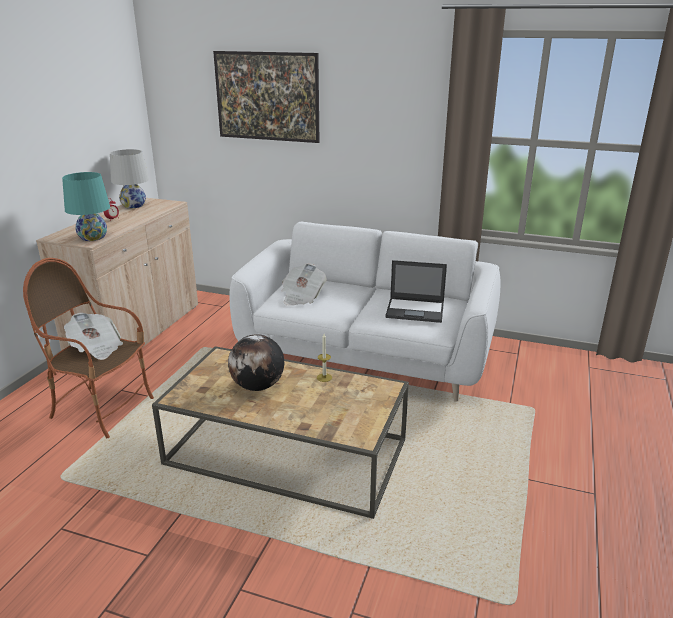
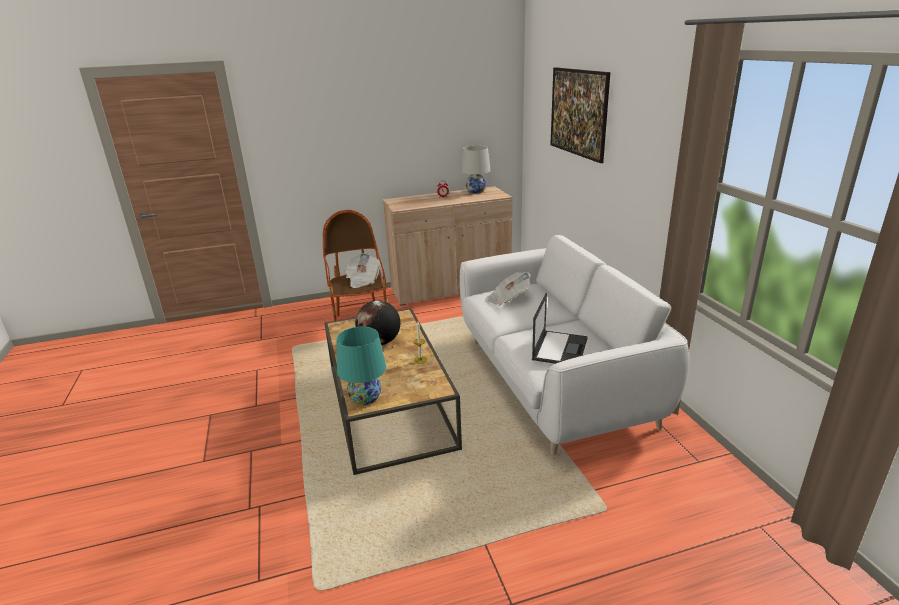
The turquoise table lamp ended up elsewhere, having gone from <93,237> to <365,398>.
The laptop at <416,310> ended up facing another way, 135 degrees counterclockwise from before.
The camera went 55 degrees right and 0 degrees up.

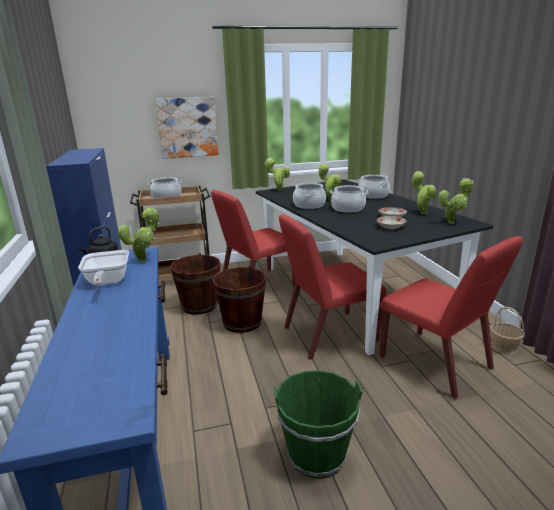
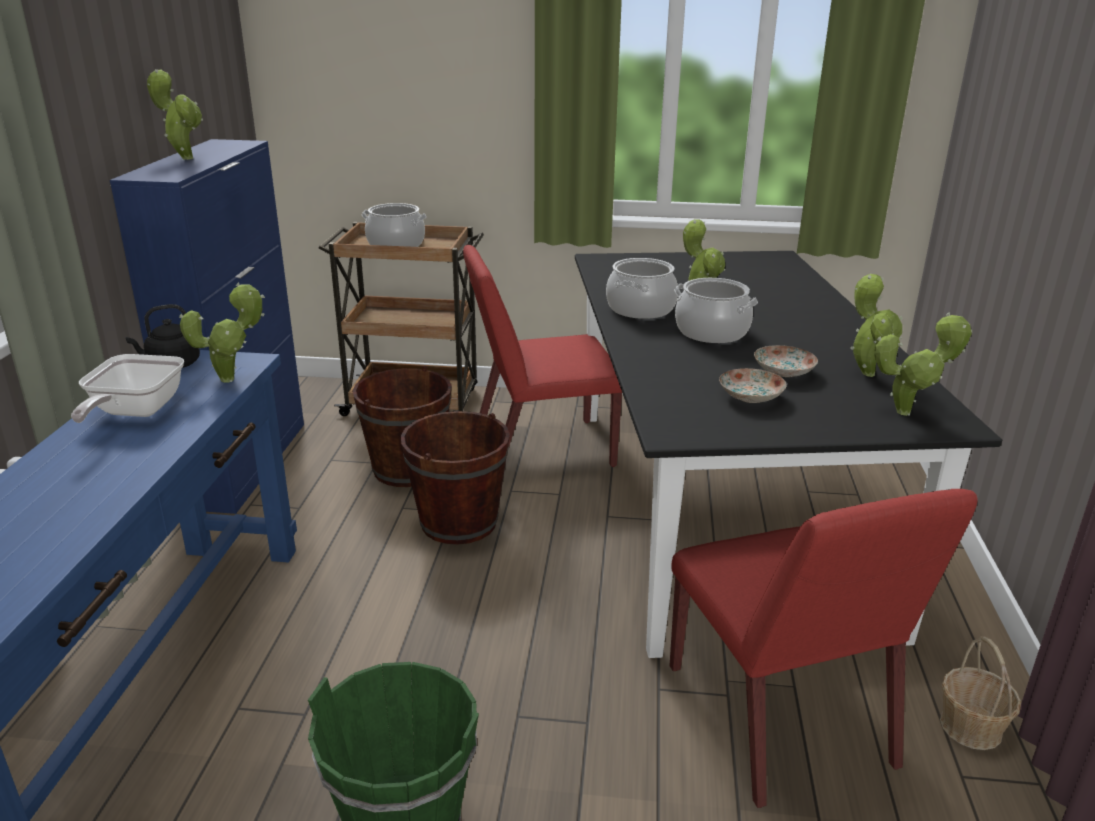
The second view lost the picture at <187,127>.
The second view lost the red chair at <328,334>.
The second view lost the cooking pot at <373,195>.
The potted plant ended up elsewhere, having gone from <278,190> to <185,158>.
The camera went 20 degrees right and 5 degrees up.

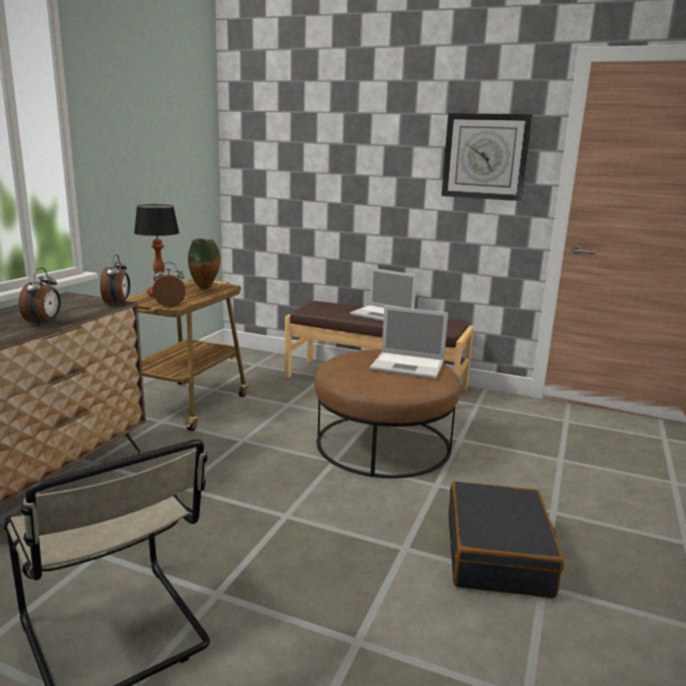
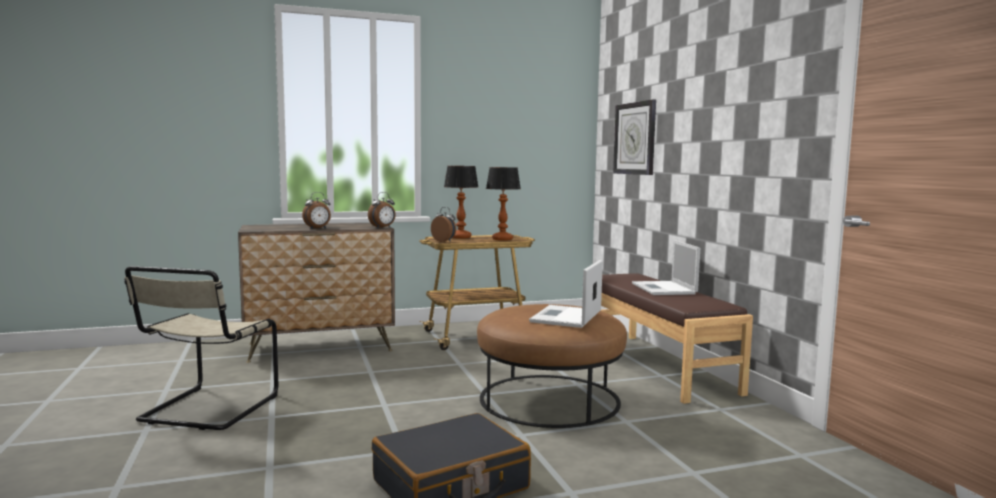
The wall clock ended up elsewhere, having gone from <485,156> to <635,138>.
Where the vase stood at <205,289>, the table lamp came to stand at <503,239>.
The laptop at <409,366> ended up facing another way, 45 degrees clockwise from before.
The camera went 50 degrees right and 10 degrees down.

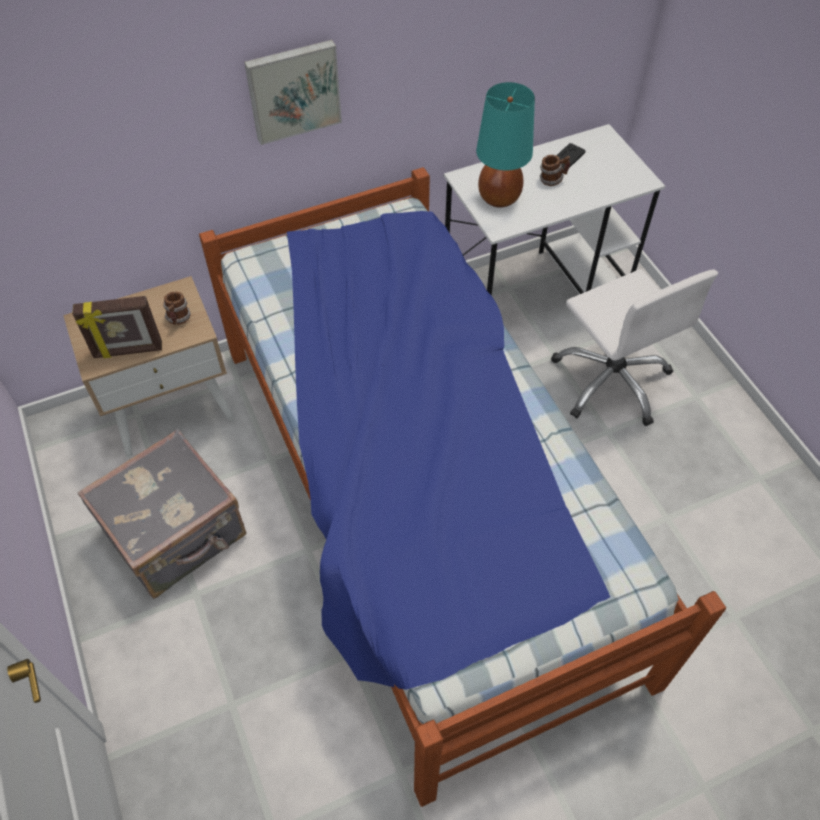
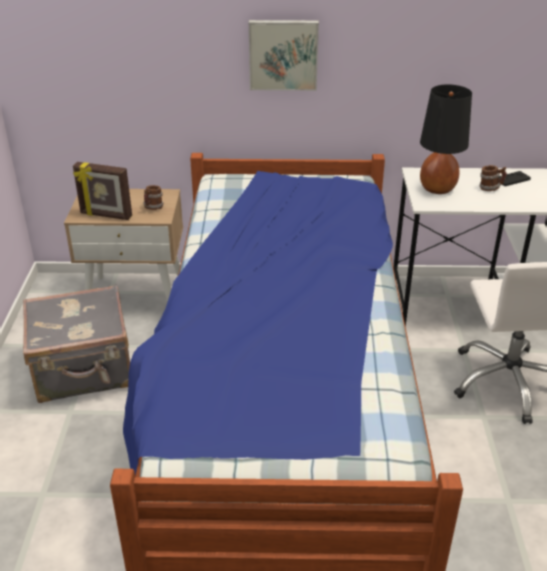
What was the turquoise table lamp at <498,198> turned into the black table lamp at <437,189>.
The camera went 25 degrees right and 20 degrees down.

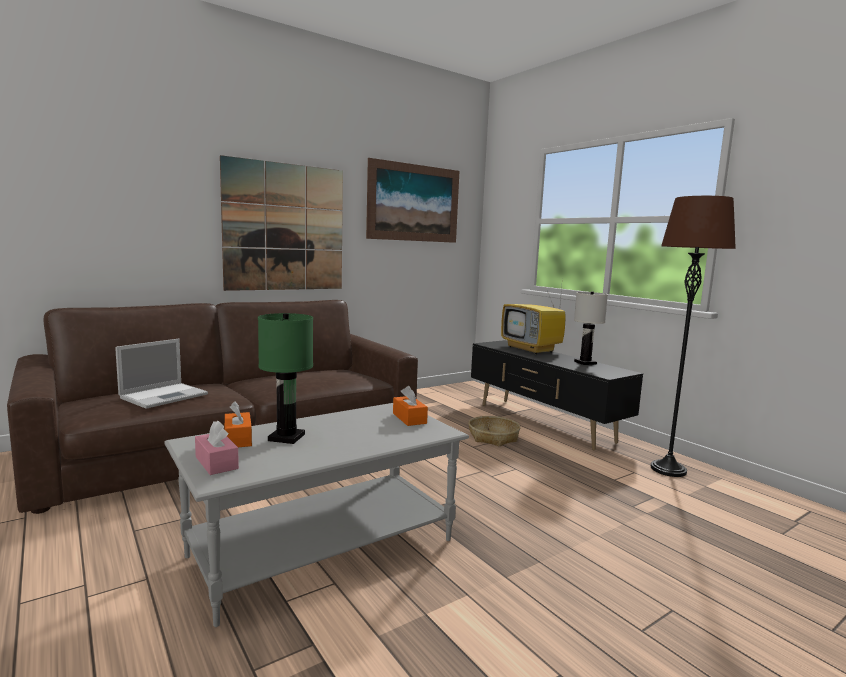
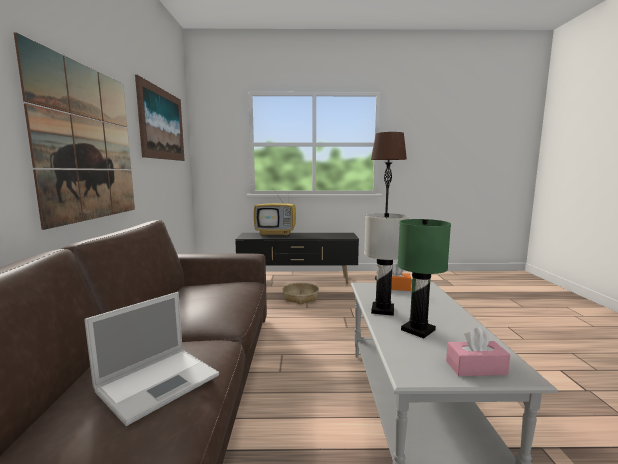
The second view lost the orange tissue box at <238,439>.
The white table lamp ended up elsewhere, having gone from <585,363> to <383,310>.
The laptop at <165,395> ended up facing another way, 60 degrees clockwise from before.
The camera went 55 degrees left and 0 degrees up.

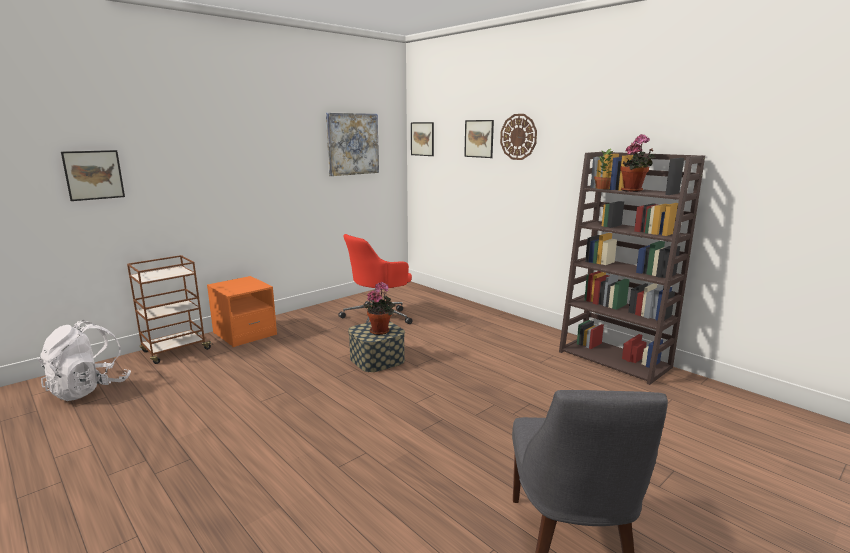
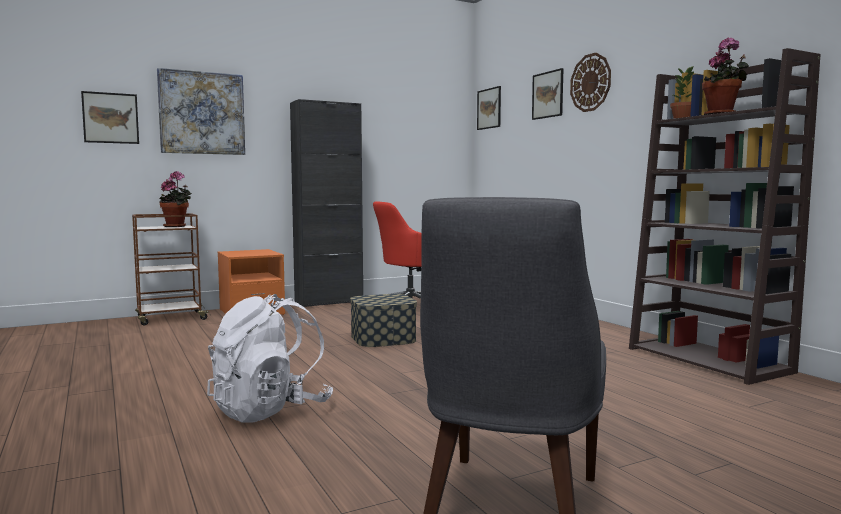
The second view gained the black cabinet at <329,302>.
The white backpack ended up elsewhere, having gone from <89,389> to <270,410>.
The picture ended up elsewhere, having gone from <352,144> to <202,113>.
The potted plant ended up elsewhere, having gone from <381,331> to <177,226>.
The camera went 15 degrees right and 10 degrees down.

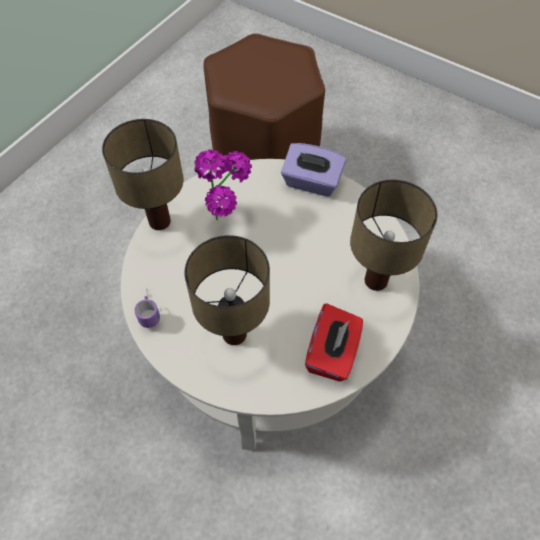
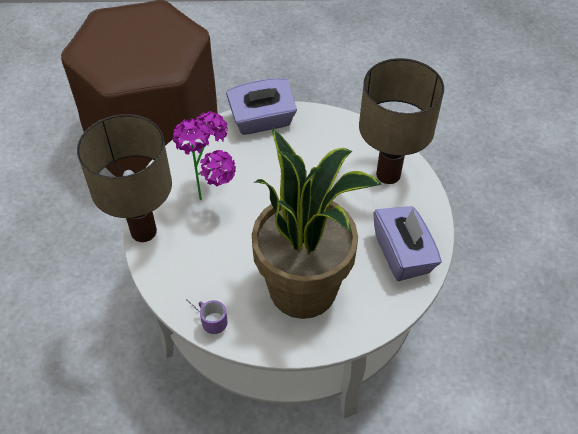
Where the table lamp stood at <234,333>, the potted plant came to stand at <304,288>.
What was the red tissue box at <332,353> turned into the purple tissue box at <403,255>.
The camera went 35 degrees left and 5 degrees down.

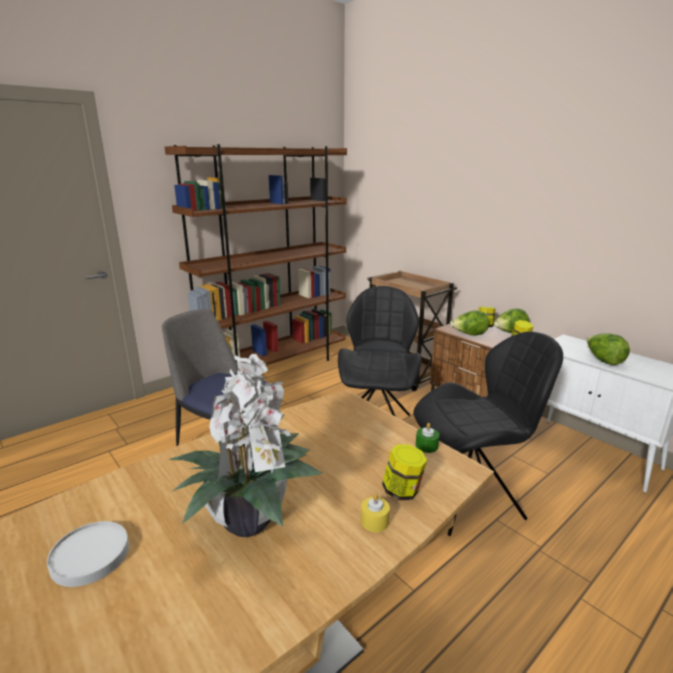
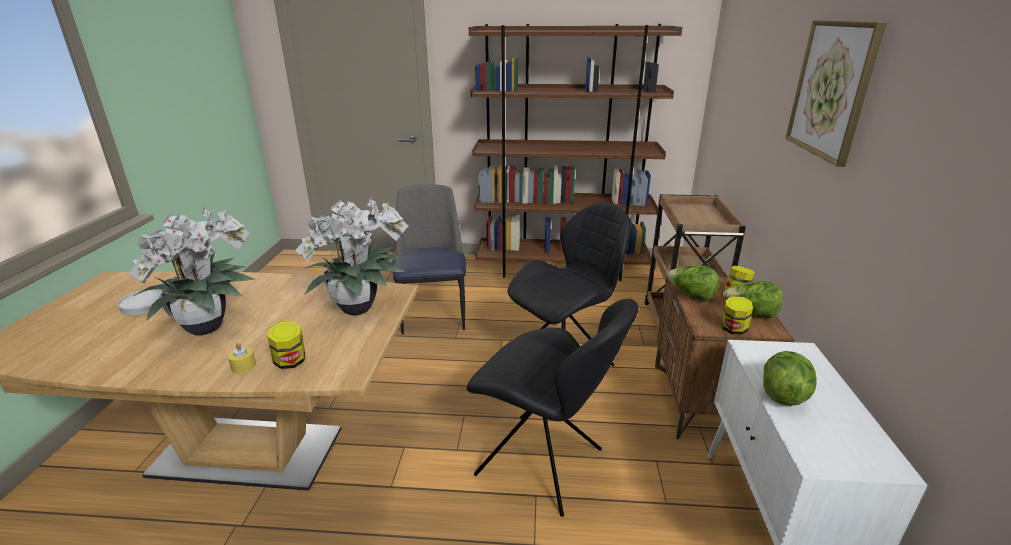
The second view lost the green candle at <426,446>.
The second view gained the potted plant at <361,308>.
The second view gained the picture at <831,89>.
The camera went 45 degrees right and 5 degrees up.

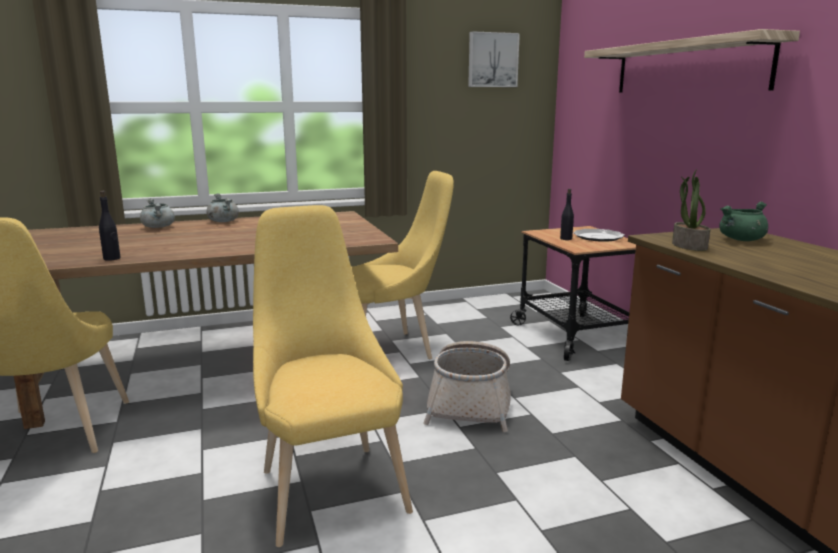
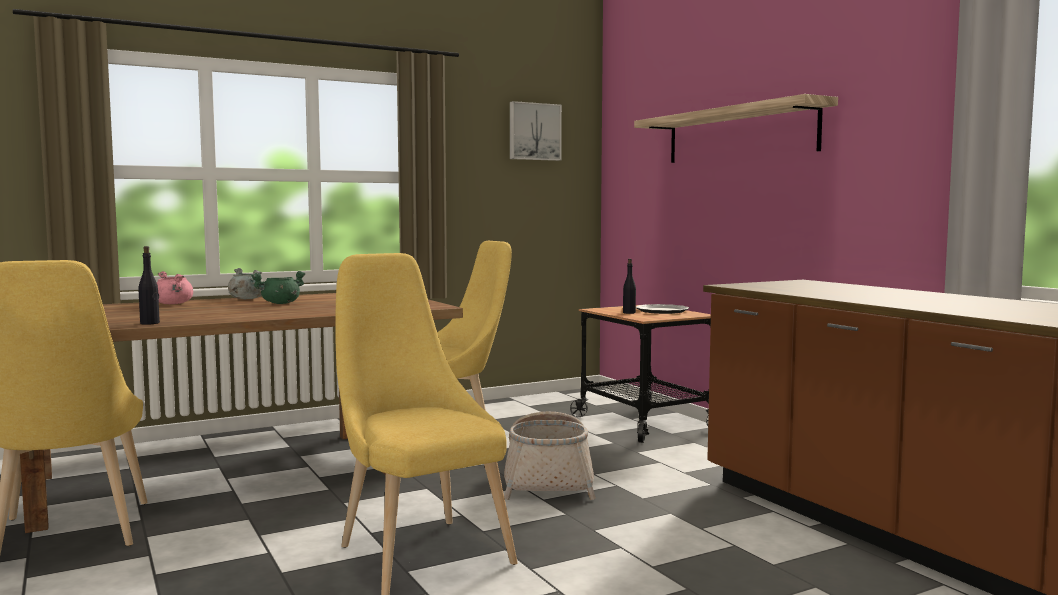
The second view lost the potted plant at <688,246>.
The green cooking pot ended up elsewhere, having gone from <741,240> to <280,303>.
What was the grey cooking pot at <158,227> turned into the pink cooking pot at <174,304>.
The camera went 10 degrees left and 10 degrees down.

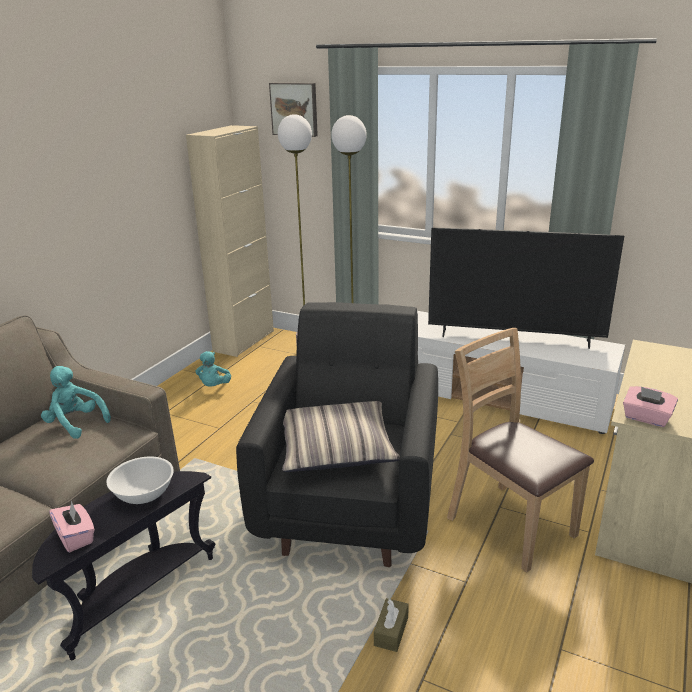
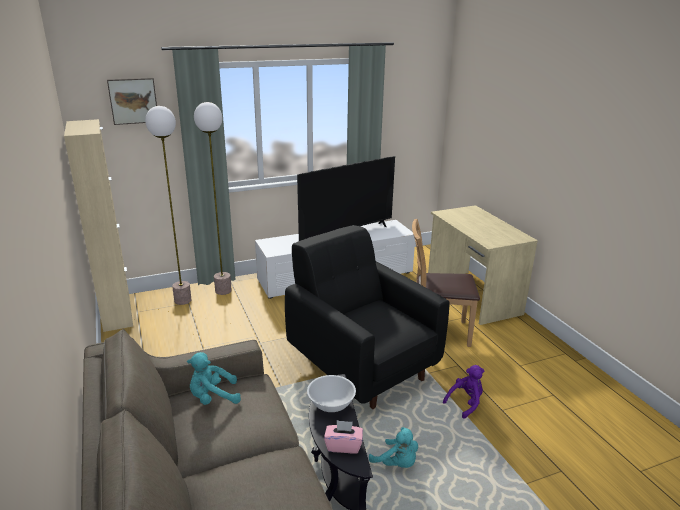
The second view lost the pillow at <336,448>.
The second view lost the pink tissue box at <646,418>.
The turquoise plush toy ended up elsewhere, having gone from <214,386> to <397,463>.
Where the brown tissue box stood at <391,631>, the purple plush toy came to stand at <465,403>.
The camera went 50 degrees left and 0 degrees up.

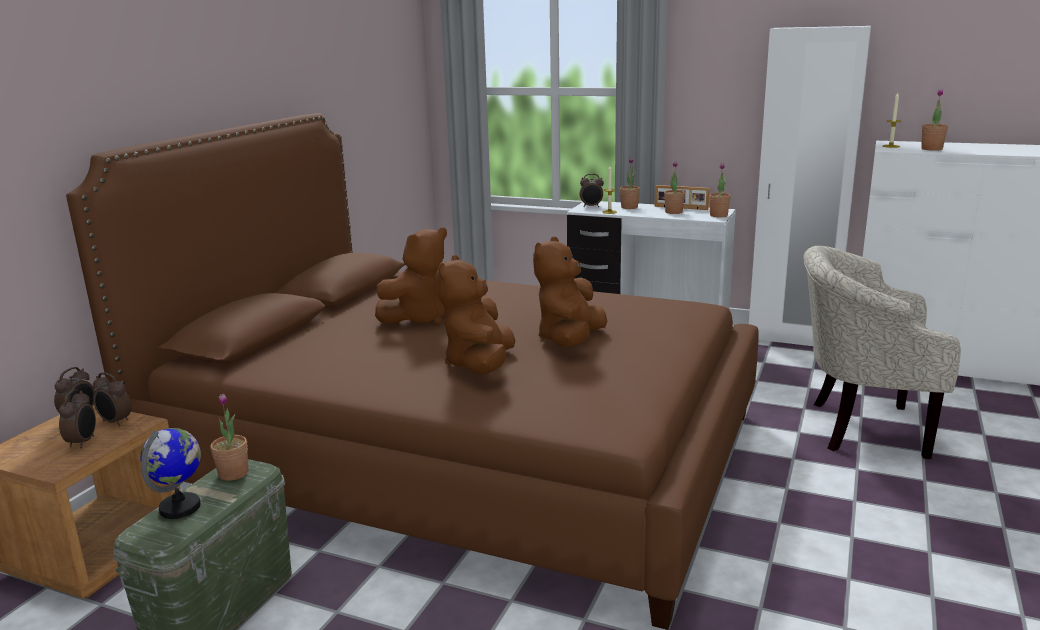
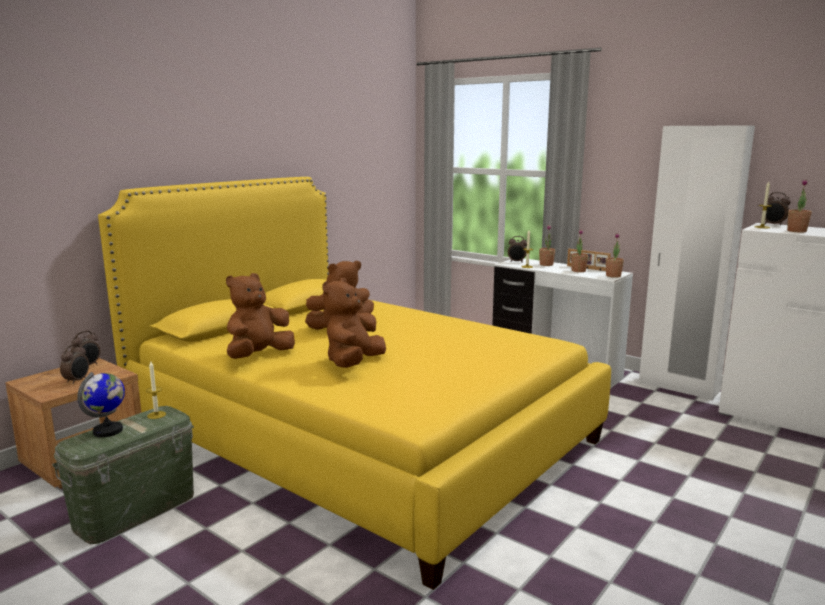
The second view lost the beige armchair at <860,428>.
The alarm clock ended up elsewhere, having gone from <115,422> to <773,224>.
The brown plush toy ended up elsewhere, having gone from <570,340> to <259,356>.
Where the potted plant stood at <233,473>, the candle came to stand at <156,415>.
What was the brown bed at <461,453> turned into the yellow bed at <358,435>.
The camera went 15 degrees right and 5 degrees down.

